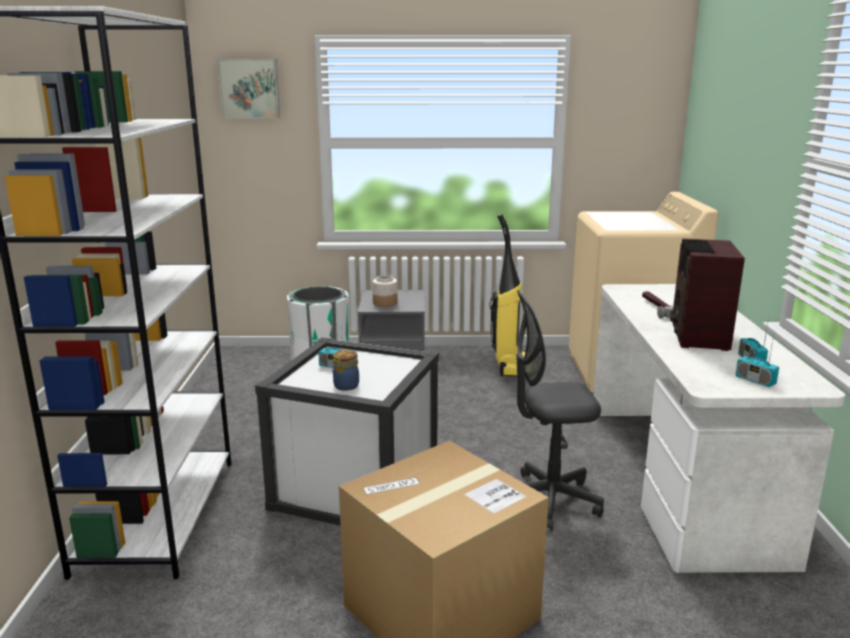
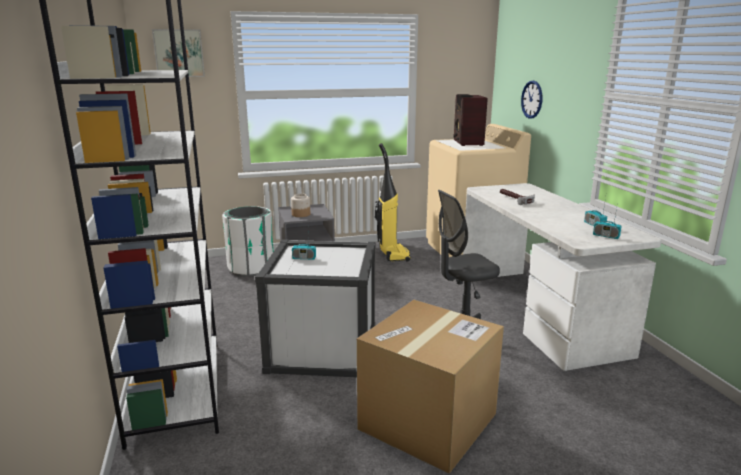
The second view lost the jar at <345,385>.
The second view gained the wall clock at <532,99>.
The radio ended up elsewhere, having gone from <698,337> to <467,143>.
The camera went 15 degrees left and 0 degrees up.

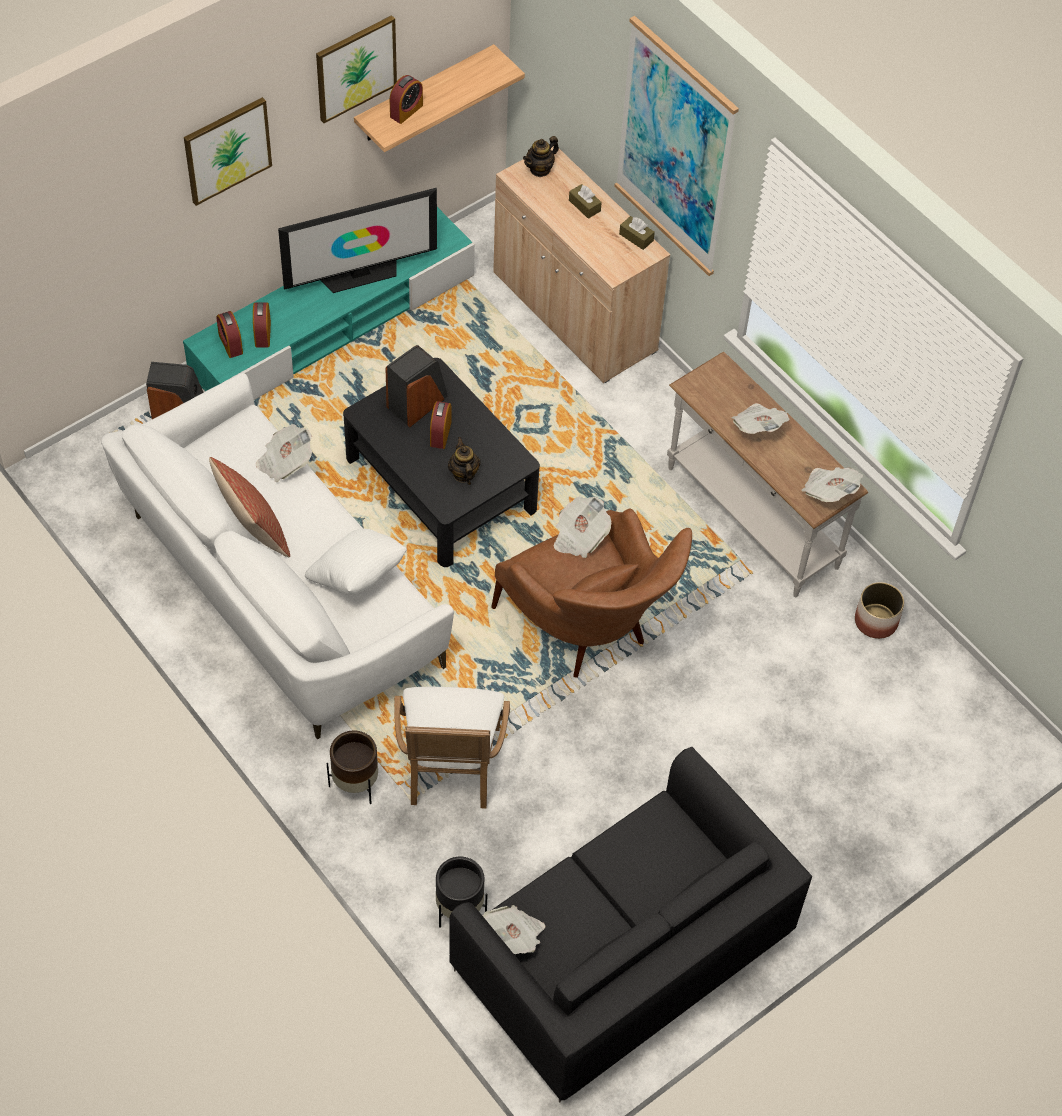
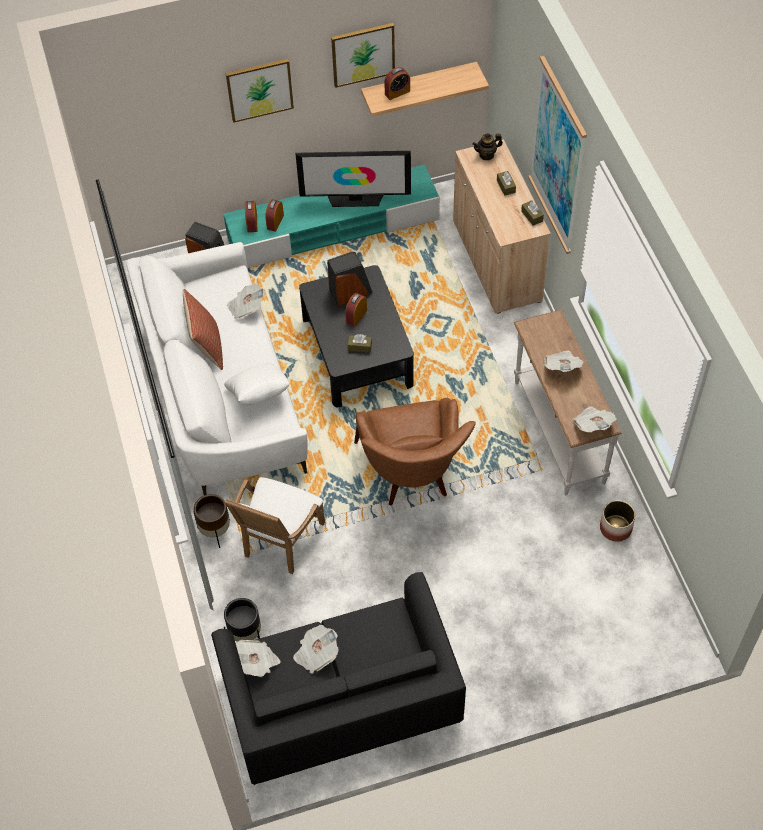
The newspaper ended up elsewhere, having gone from <579,536> to <316,654>.
Where the teapot stood at <463,474>, the brown tissue box came to stand at <360,346>.
The camera went 25 degrees right and 0 degrees up.

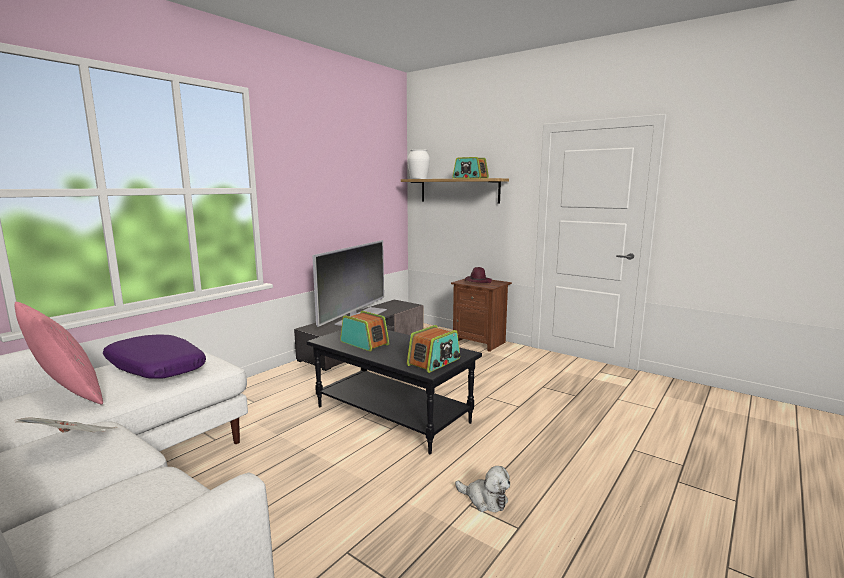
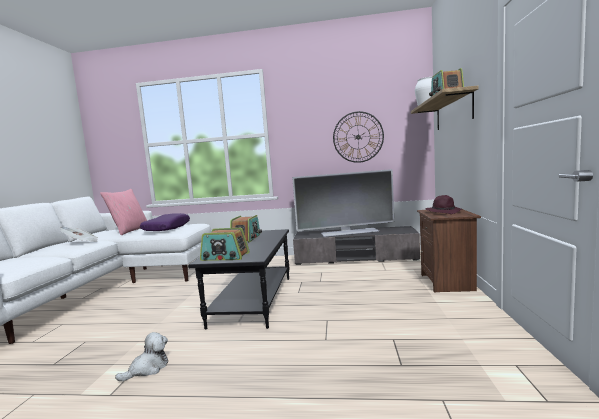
The second view gained the wall clock at <358,137>.
The plush toy at <485,499> ended up facing another way, 135 degrees counterclockwise from before.
The camera went 60 degrees right and 5 degrees down.

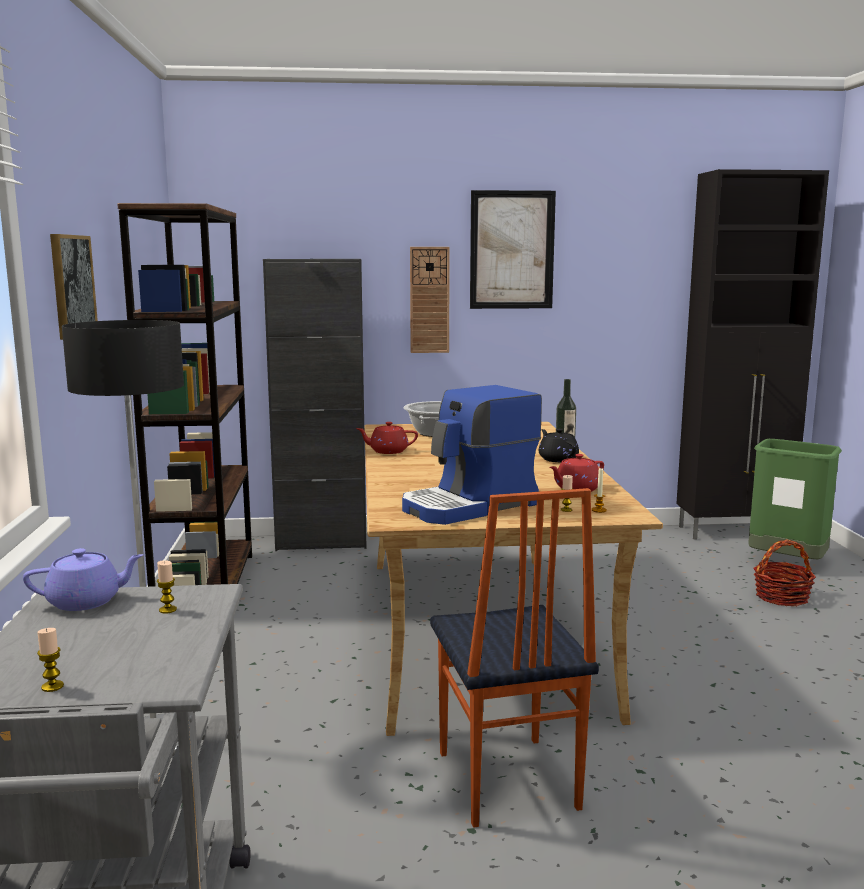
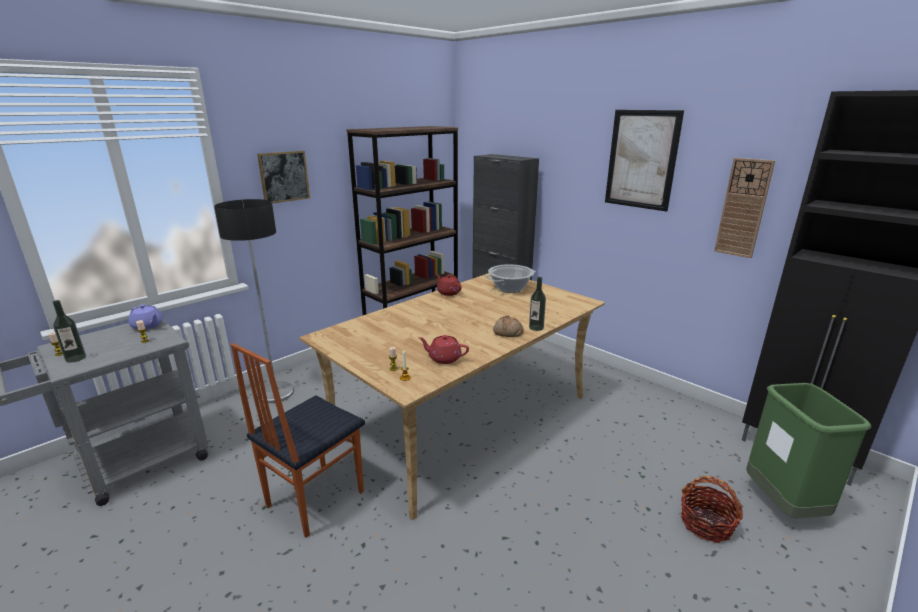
The second view lost the coffee machine at <470,506>.
The second view gained the bottle at <75,358>.
The wall clock ended up elsewhere, having gone from <429,300> to <743,208>.
Where the black teapot stood at <557,459>, the bread came to stand at <507,333>.
The camera went 50 degrees right and 10 degrees up.

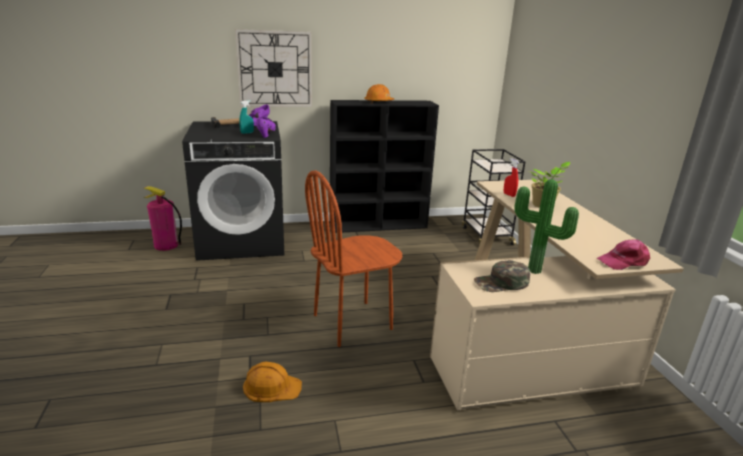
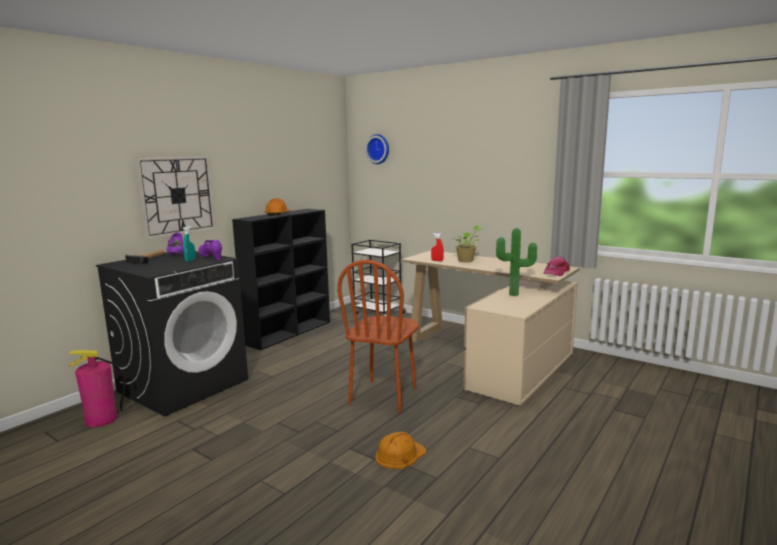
The second view lost the green cap at <501,283>.
The second view gained the wall clock at <378,149>.
The camera went 40 degrees left and 10 degrees down.

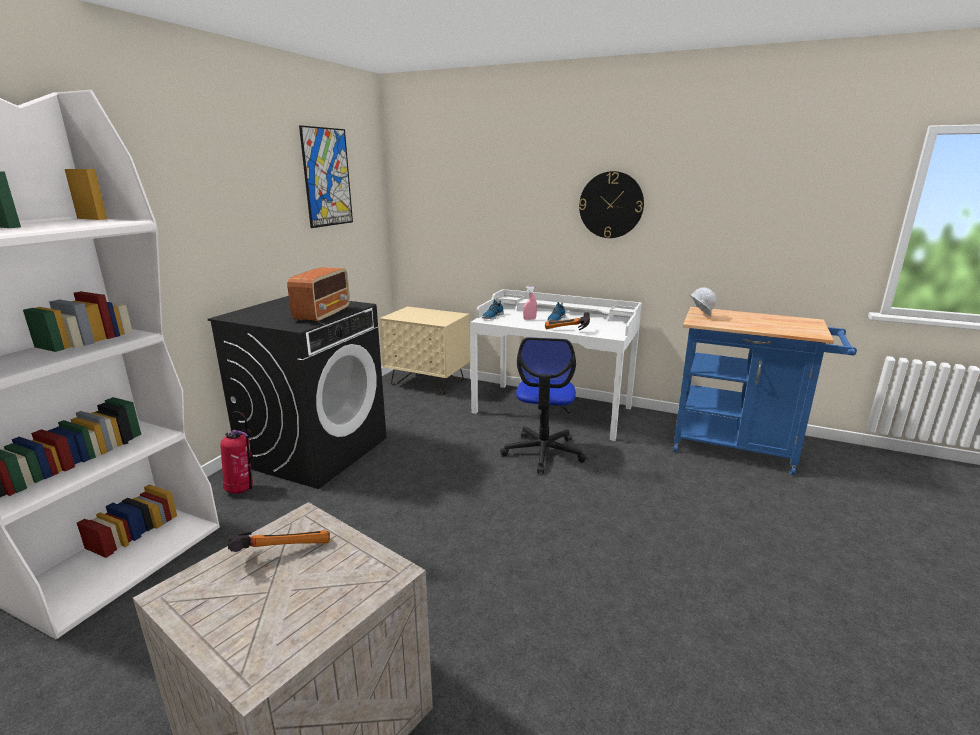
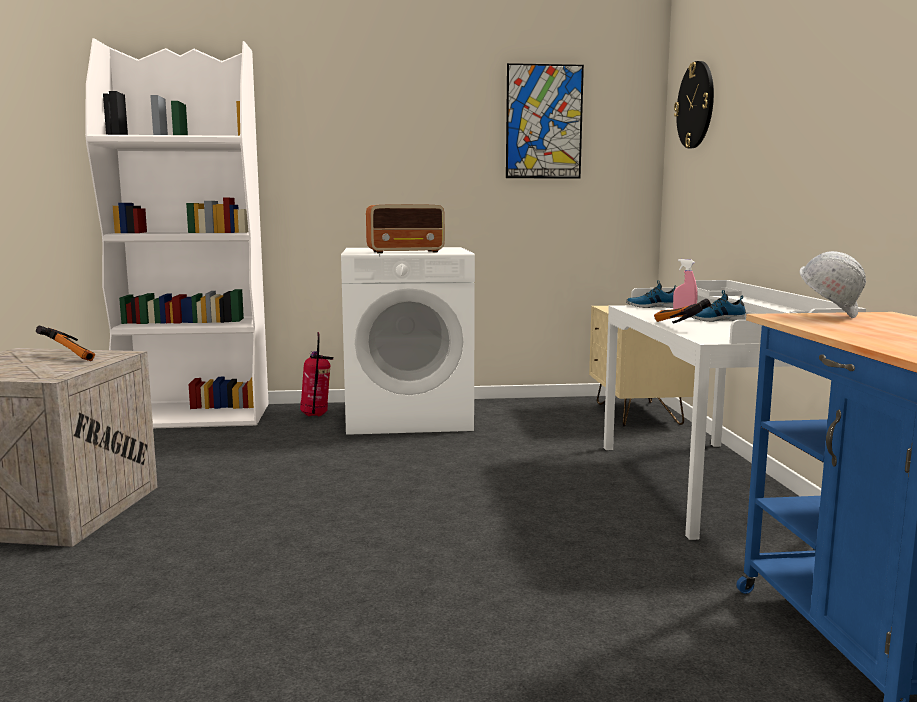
The second view lost the office chair at <543,452>.
The wall clock ended up elsewhere, having gone from <611,205> to <695,105>.
What was the black washing machine at <315,450> turned into the white washing machine at <409,416>.
The camera went 60 degrees right and 10 degrees down.

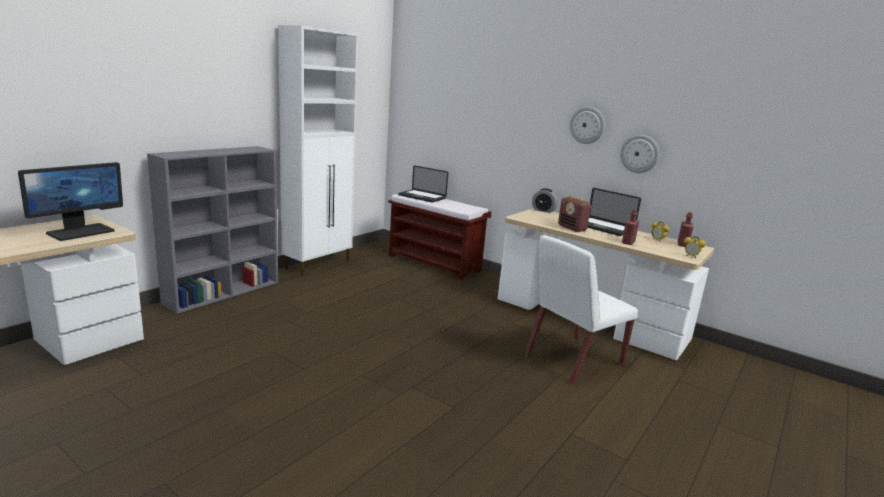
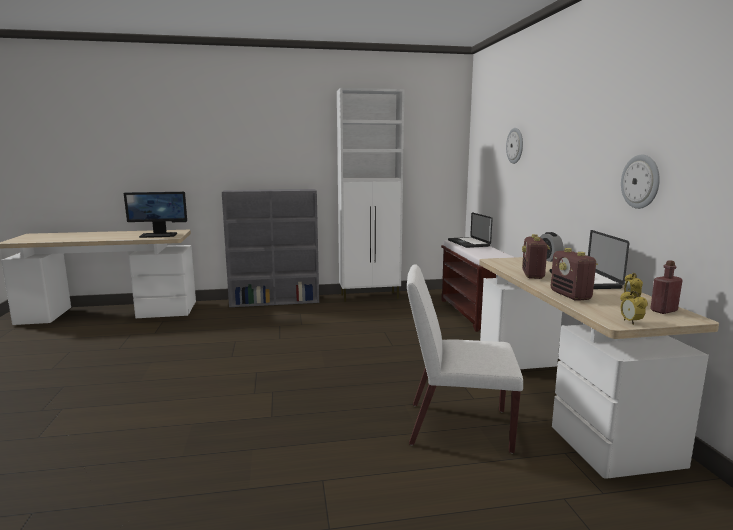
The wall clock ended up elsewhere, having gone from <587,125> to <515,145>.
Where the red bottle stood at <628,242>, the radio came to stand at <571,296>.
The camera went 45 degrees right and 5 degrees down.

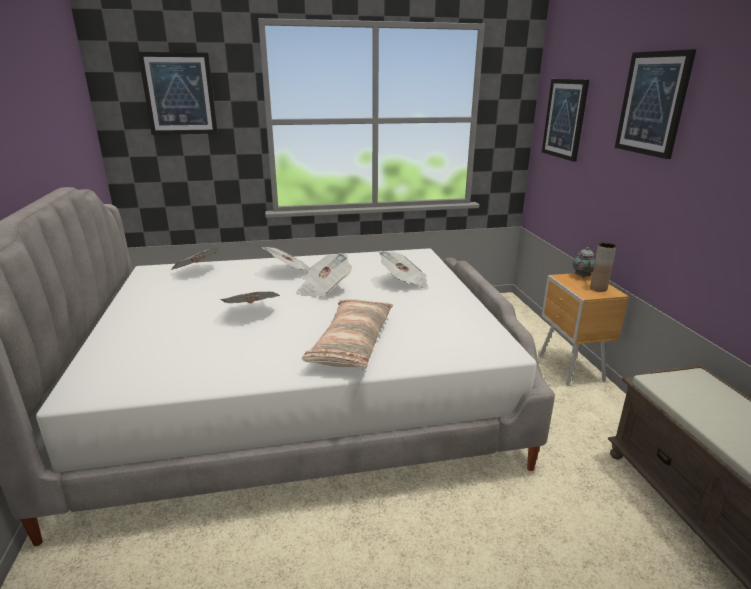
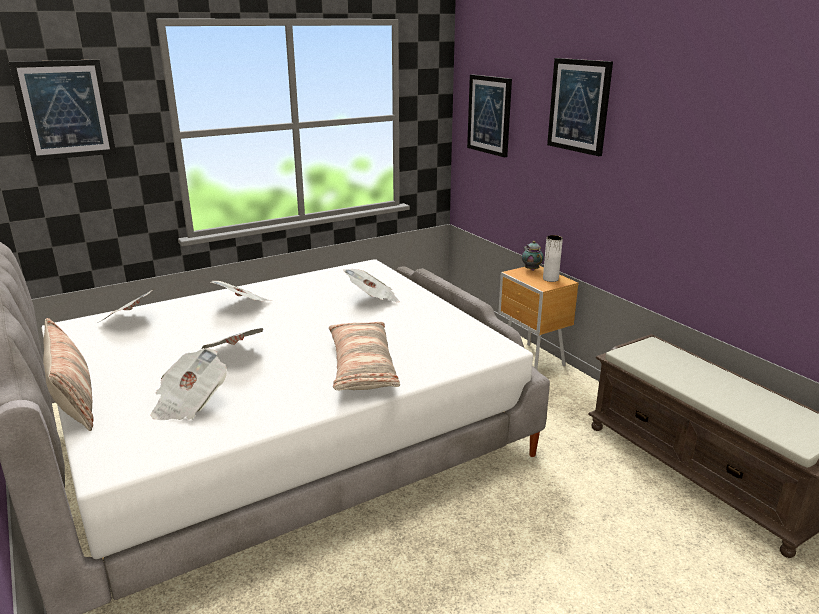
The second view gained the pillow at <73,397>.
The newspaper ended up elsewhere, having gone from <323,289> to <189,403>.
What was the brown vase at <598,288> turned into the white vase at <550,279>.
The camera went 20 degrees left and 0 degrees up.

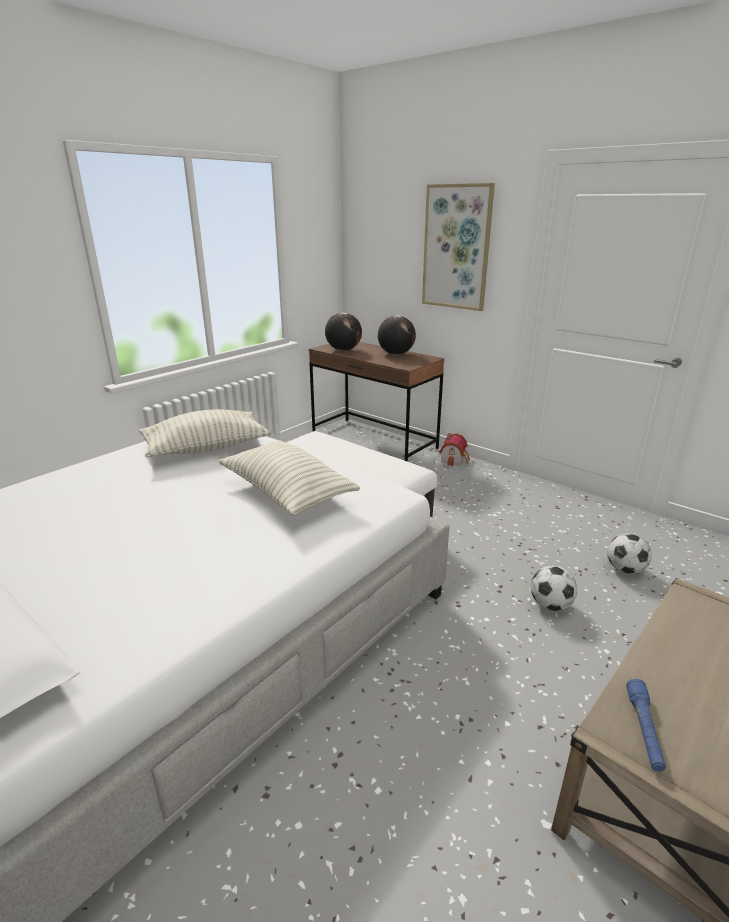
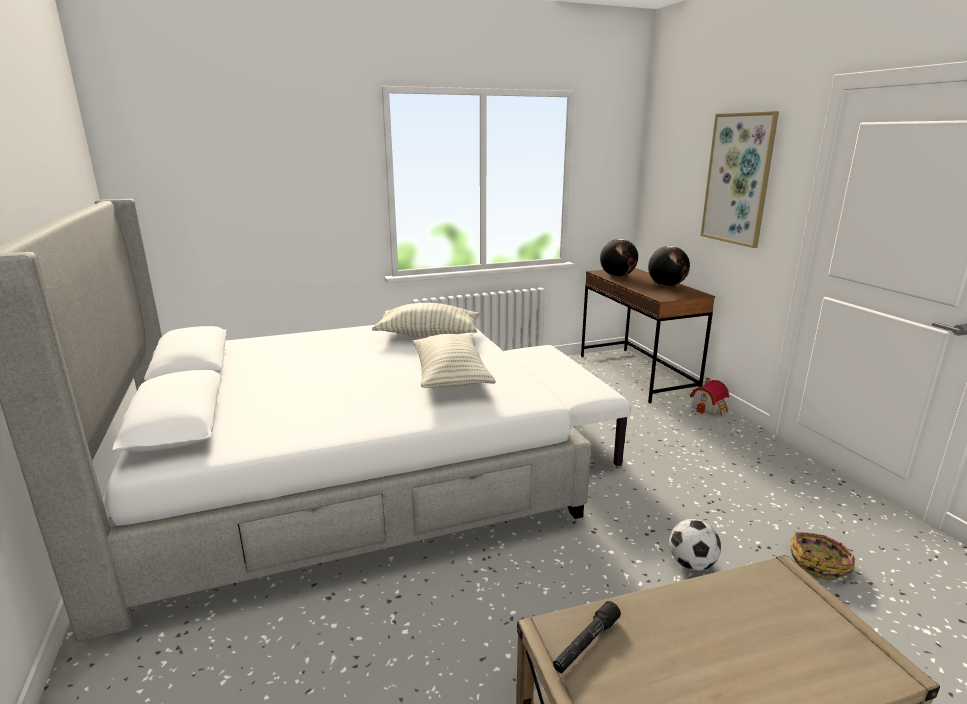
Where the football stood at <624,569>, the basket came to stand at <820,563>.
What was the blue flashlight at <644,730> turned into the black flashlight at <585,644>.
The camera went 30 degrees right and 5 degrees down.

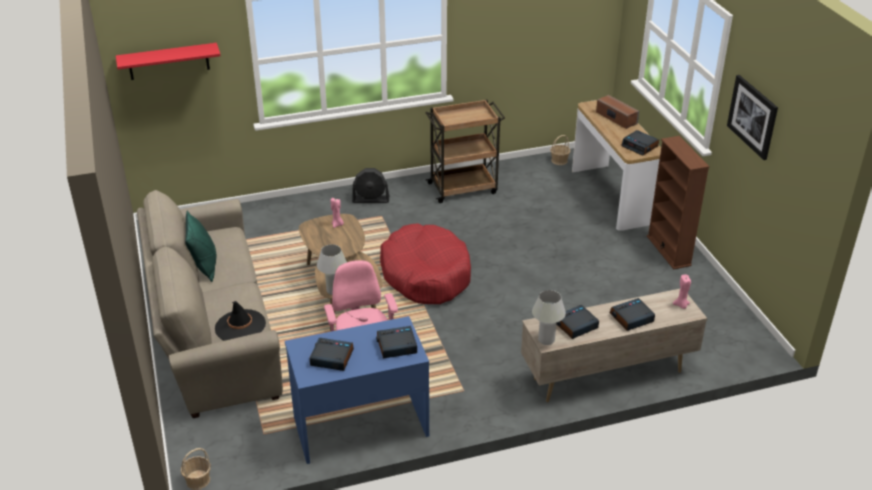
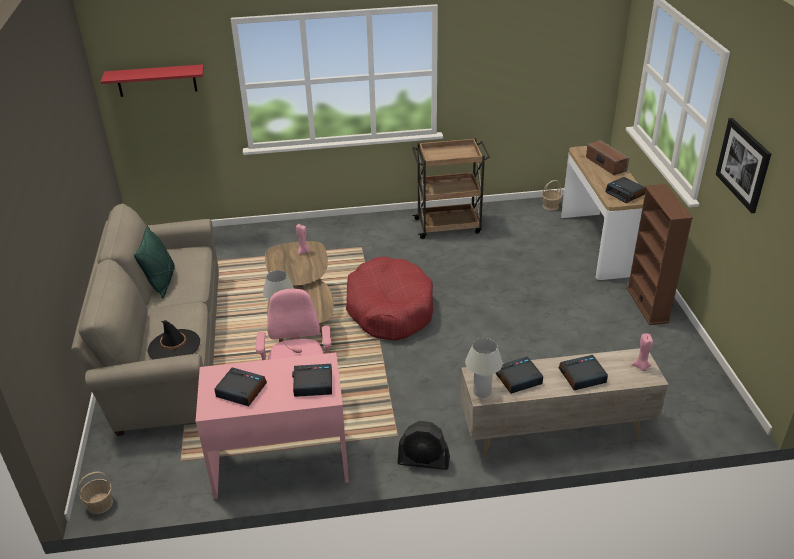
The black fan ended up elsewhere, having gone from <371,199> to <424,461>.
What was the blue desk at <360,425> turned into the pink desk at <280,462>.
The camera went 10 degrees right and 0 degrees up.

